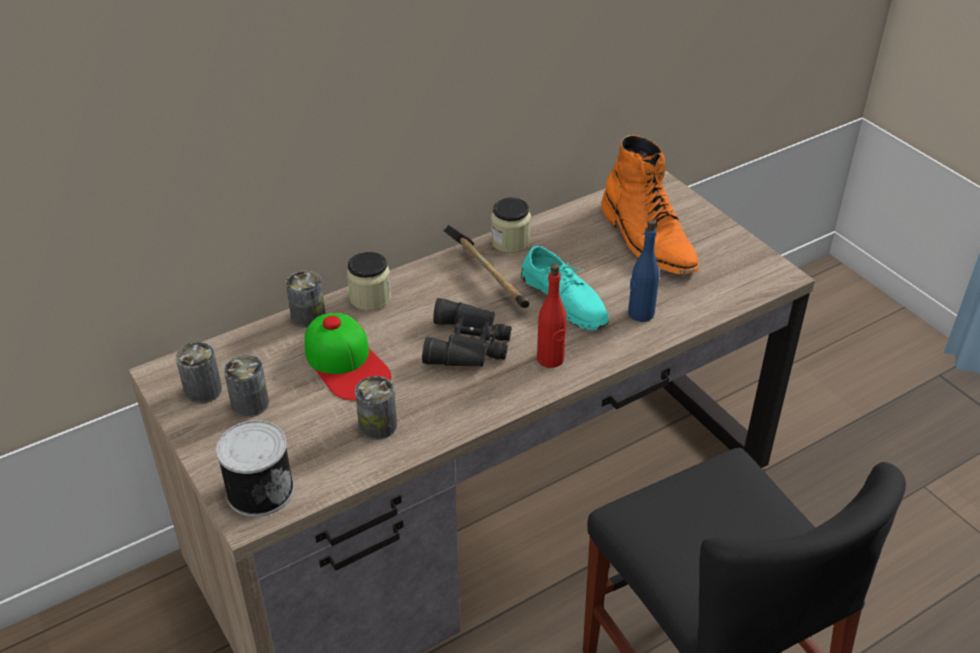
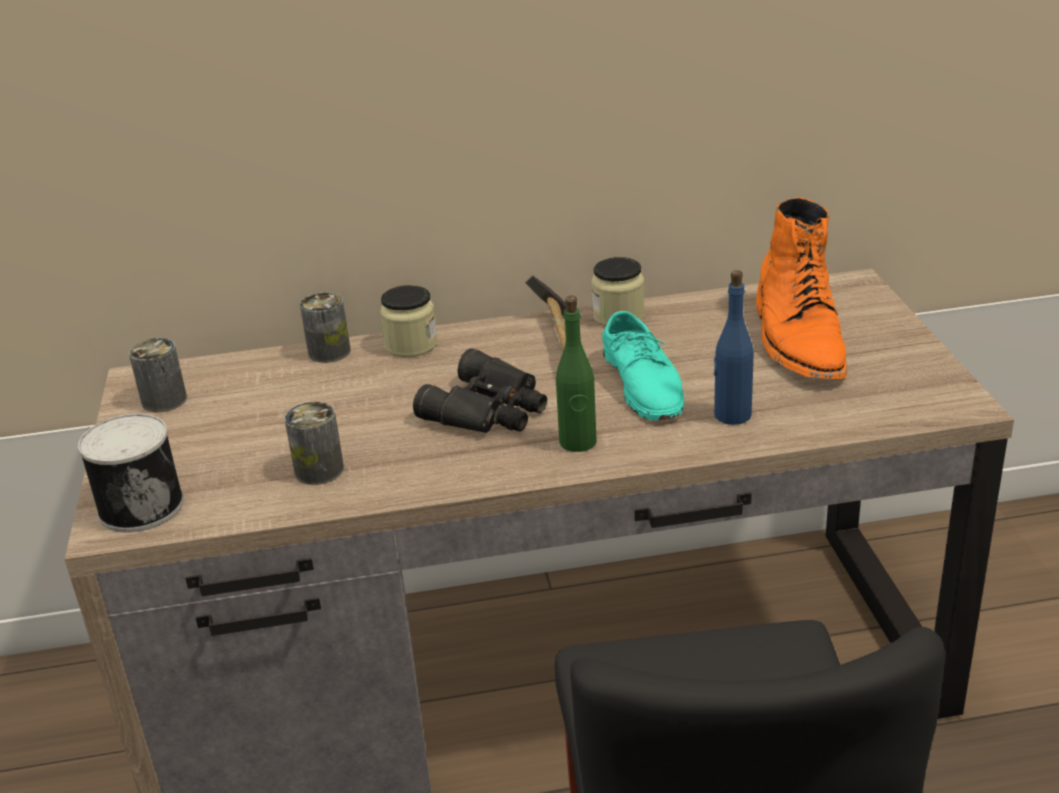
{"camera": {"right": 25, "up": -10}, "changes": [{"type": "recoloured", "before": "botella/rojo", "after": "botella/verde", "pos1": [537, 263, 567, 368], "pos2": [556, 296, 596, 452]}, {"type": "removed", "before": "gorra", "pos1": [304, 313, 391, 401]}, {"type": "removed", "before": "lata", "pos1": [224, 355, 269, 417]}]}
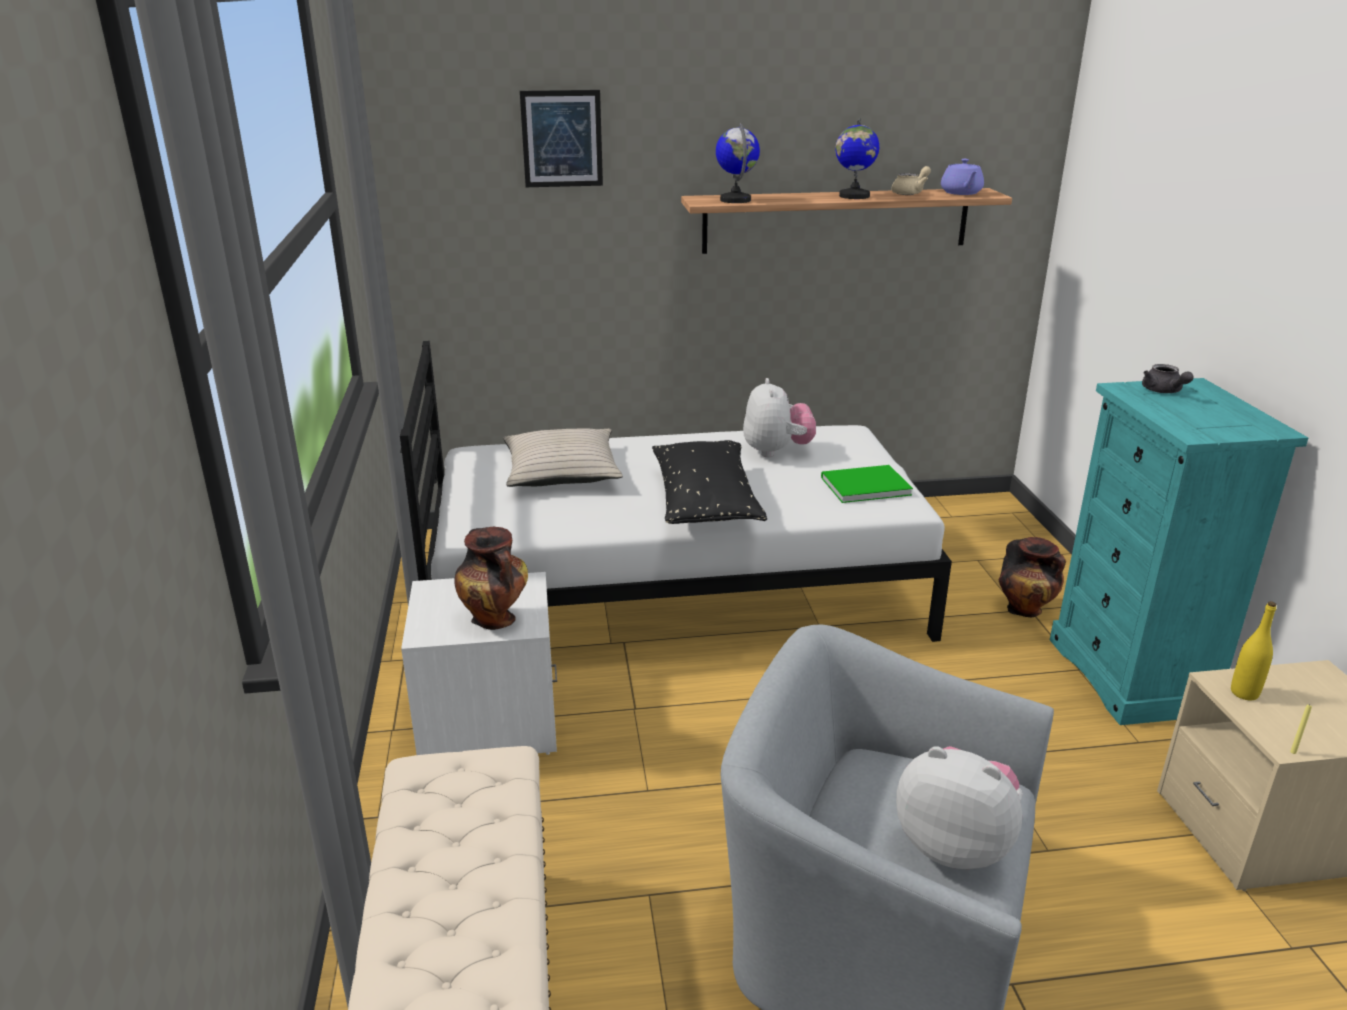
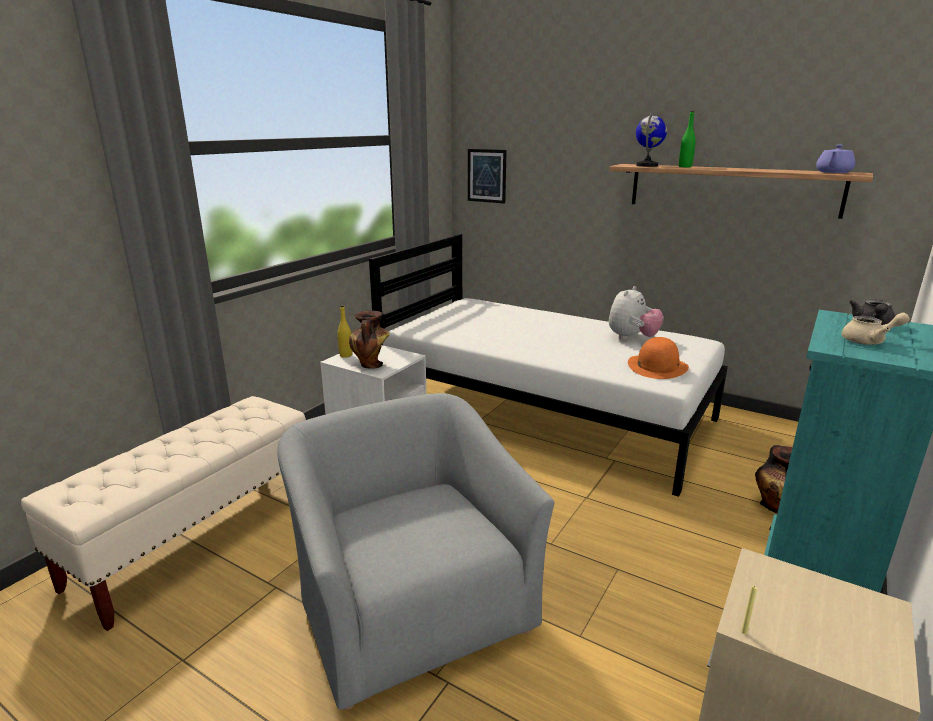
{"camera": {"right": 40, "up": -5}, "changes": [{"type": "moved", "before": "cuadro", "pos1": [520, 90, 603, 187], "pos2": [468, 149, 507, 204]}, {"type": "removed", "before": "globo terráqueo", "pos1": [835, 118, 879, 199]}, {"type": "moved", "before": "tetera/beis", "pos1": [891, 166, 931, 195], "pos2": [841, 313, 910, 345]}, {"type": "removed", "before": "cojín/beis", "pos1": [503, 429, 623, 487]}, {"type": "removed", "before": "cojín/negro", "pos1": [652, 440, 767, 524]}, {"type": "replaced", "before": "libro/verde", "after": "sombrero/naranja", "pos1": [821, 465, 913, 503], "pos2": [628, 337, 689, 379]}, {"type": "moved", "before": "botella/amarillo", "pos1": [1231, 601, 1276, 700], "pos2": [338, 305, 353, 358]}, {"type": "removed", "before": "peluche", "pos1": [896, 746, 1023, 870]}, {"type": "added", "after": "botella/verde", "pos2": [679, 111, 696, 167]}]}
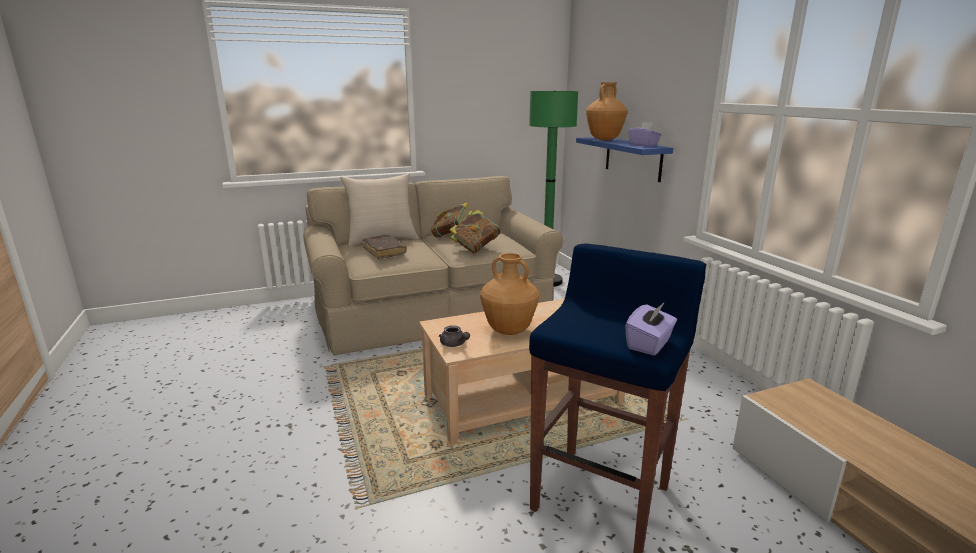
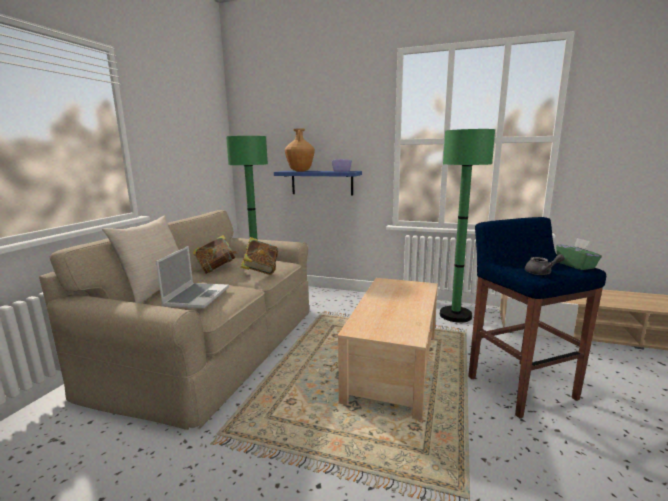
{"camera": {"right": -50, "up": -5}, "changes": [{"type": "replaced", "before": "libro/marrón", "after": "portátil", "pos1": [363, 235, 407, 259], "pos2": [156, 246, 229, 309]}, {"type": "removed", "before": "florero/marrón", "pos1": [480, 253, 539, 335]}, {"type": "recoloured", "before": "caja de pañuelos/morado", "after": "caja de pañuelos/verde", "pos1": [625, 302, 677, 356], "pos2": [556, 238, 602, 270]}, {"type": "moved", "before": "tetera/gris", "pos1": [439, 325, 470, 347], "pos2": [525, 254, 565, 275]}, {"type": "added", "after": "lámpara de pie/verde", "pos2": [440, 129, 495, 323]}]}
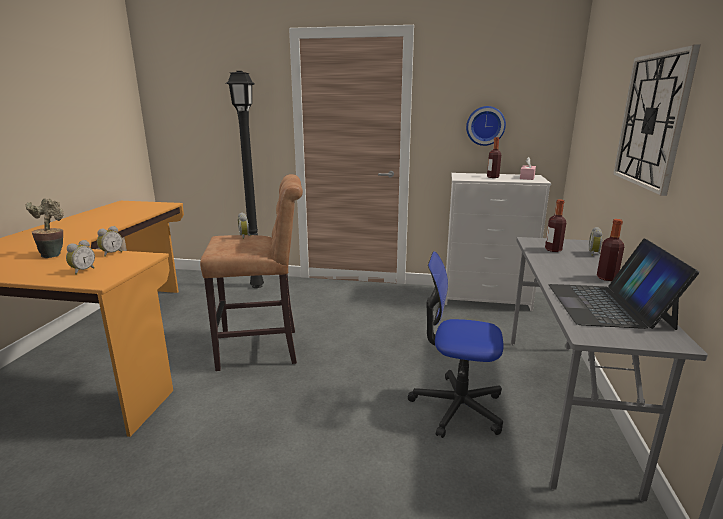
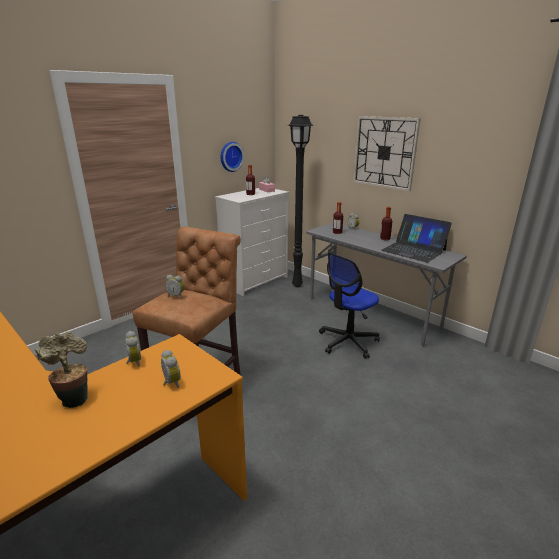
{"camera": {"right": -55, "up": 5}, "changes": [{"type": "moved", "before": "lámpara de pie/negro", "pos1": [226, 71, 264, 288], "pos2": [288, 115, 313, 287]}]}
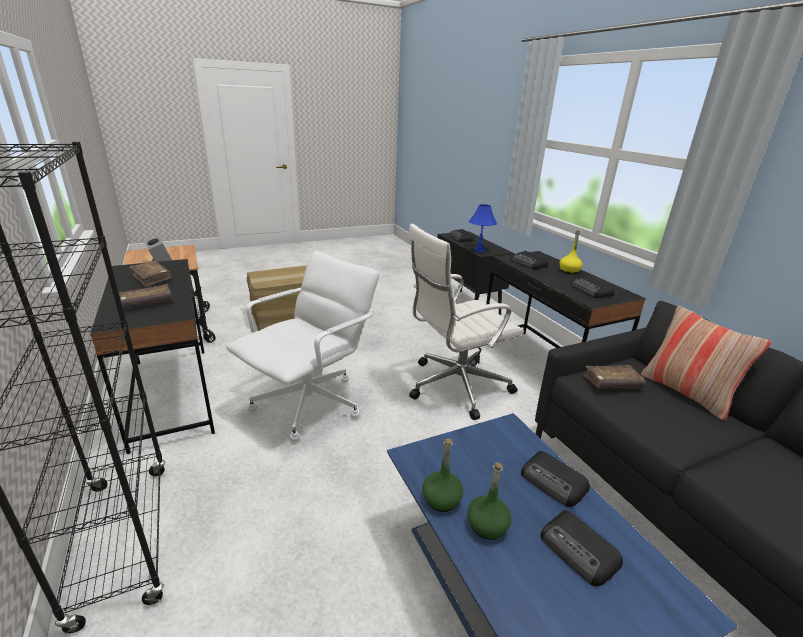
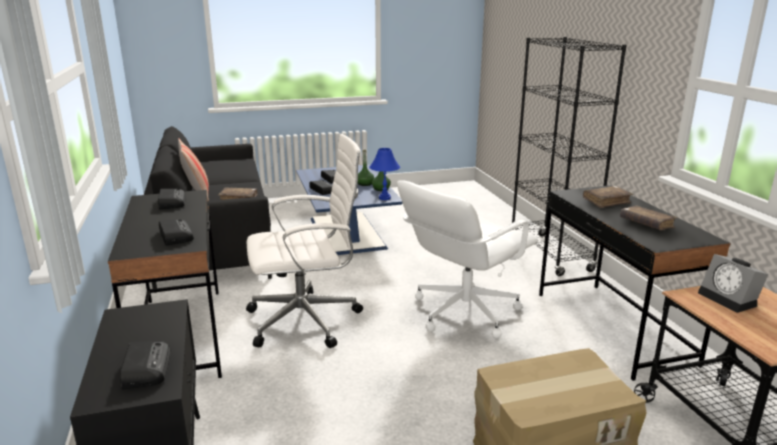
{"camera": {"right": -170, "up": -5}, "changes": [{"type": "moved", "before": "lámpara de mesa/azul", "pos1": [469, 204, 497, 253], "pos2": [369, 148, 400, 200]}, {"type": "removed", "before": "botella/amarillo", "pos1": [559, 230, 583, 274]}]}
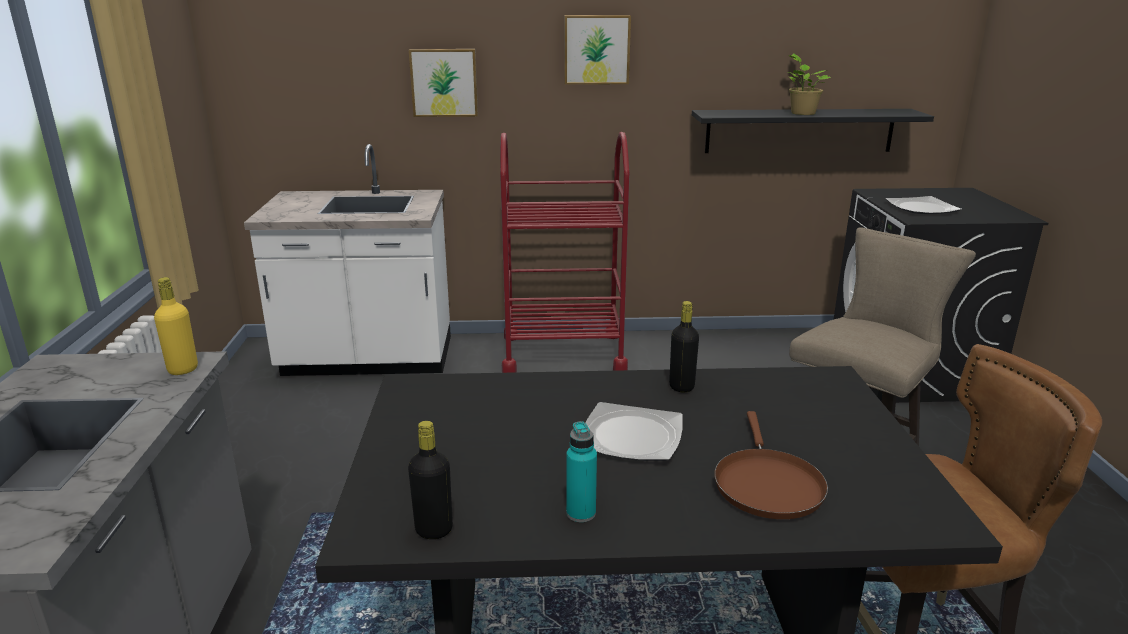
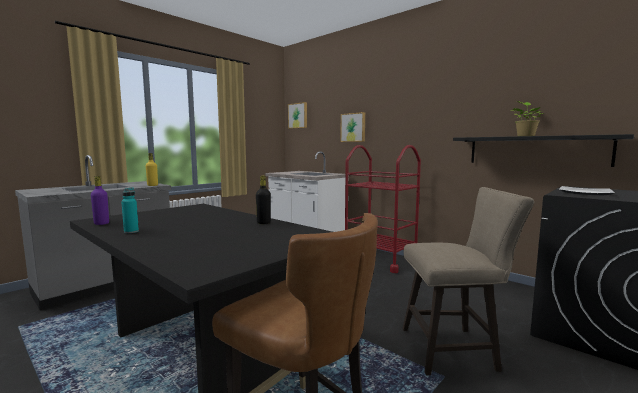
{"camera": {"right": 45, "up": -15}, "changes": [{"type": "moved", "before": "cuadro", "pos1": [564, 15, 631, 85], "pos2": [288, 102, 307, 129]}, {"type": "removed", "before": "plato", "pos1": [585, 402, 682, 461]}, {"type": "removed", "before": "sartén/marrón", "pos1": [714, 411, 828, 519]}, {"type": "recoloured", "before": "botella/negro", "after": "botella/morado", "pos1": [408, 421, 453, 539], "pos2": [91, 176, 109, 225]}]}
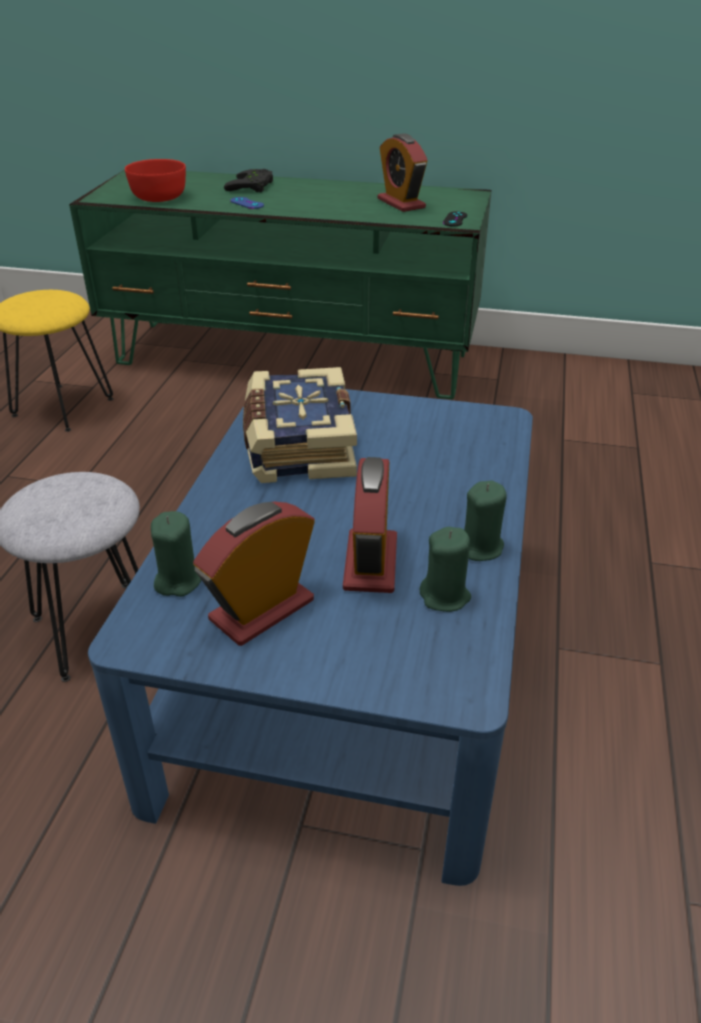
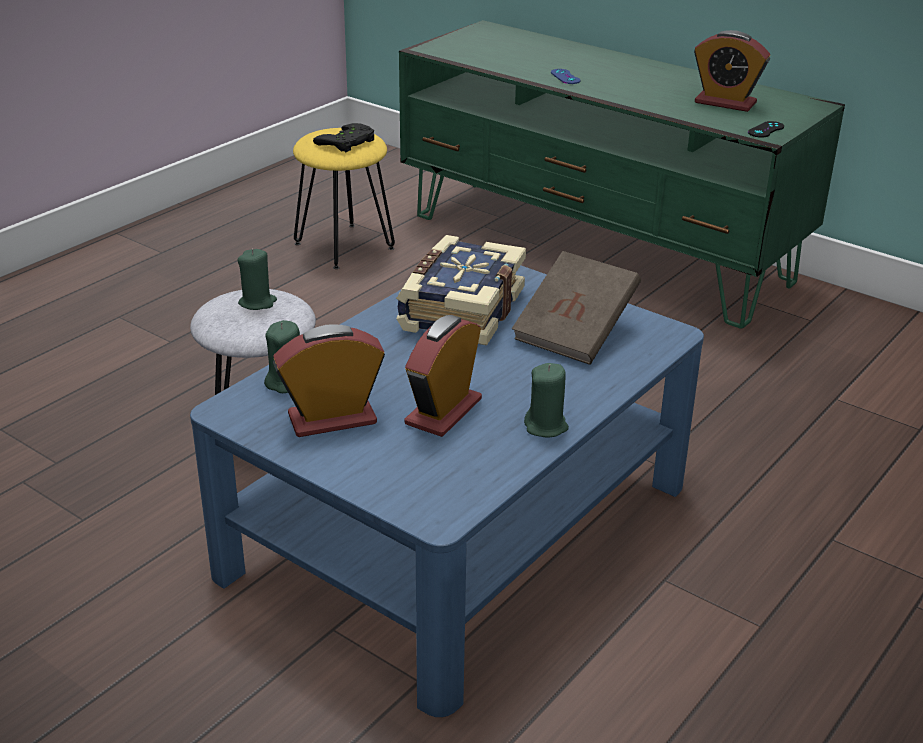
{"camera": {"right": 25, "up": -5}, "changes": [{"type": "turned", "before": "despertador", "pos1": [377, 133, 428, 212], "pos2": [694, 30, 770, 112], "turn": -60}, {"type": "removed", "before": "cuenco/rojo", "pos1": [125, 159, 186, 202]}, {"type": "moved", "before": "mando de consola/negro", "pos1": [224, 169, 273, 192], "pos2": [313, 123, 374, 152]}, {"type": "moved", "before": "vela/verde", "pos1": [420, 527, 471, 612], "pos2": [237, 249, 277, 310]}, {"type": "added", "after": "libro/marrón", "pos2": [512, 251, 641, 365]}]}
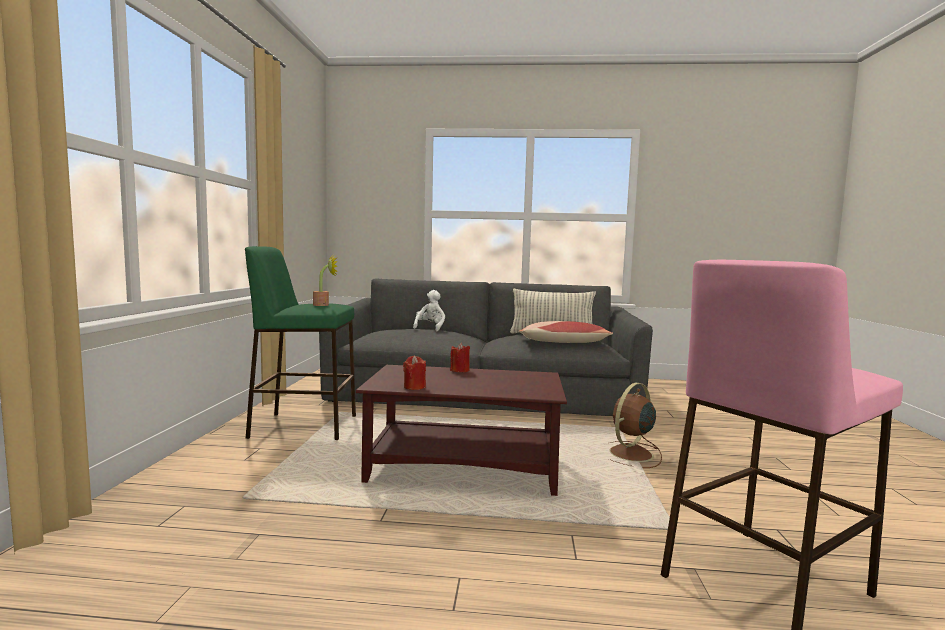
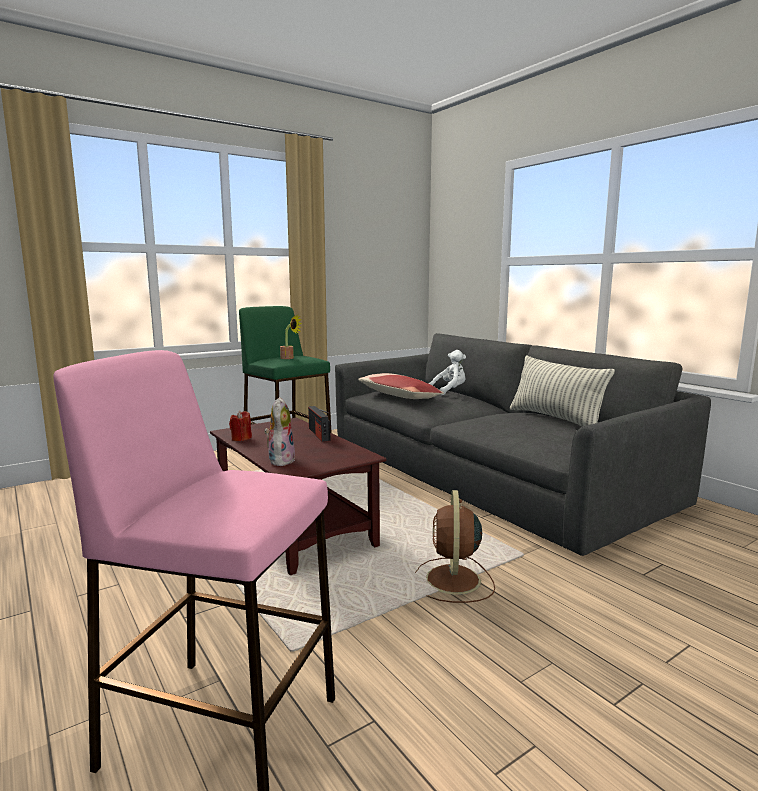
{"camera": {"right": 50, "up": 5}, "changes": [{"type": "moved", "before": "cojín", "pos1": [519, 321, 613, 343], "pos2": [358, 373, 444, 399]}, {"type": "replaced", "before": "vela/rojo", "after": "radio", "pos1": [450, 343, 470, 372], "pos2": [308, 406, 330, 442]}, {"type": "turned", "before": "ventilador/marrón", "pos1": [609, 383, 662, 468], "pos2": [415, 490, 495, 603], "turn": -90}, {"type": "added", "after": "peluche", "pos2": [264, 397, 295, 466]}]}
